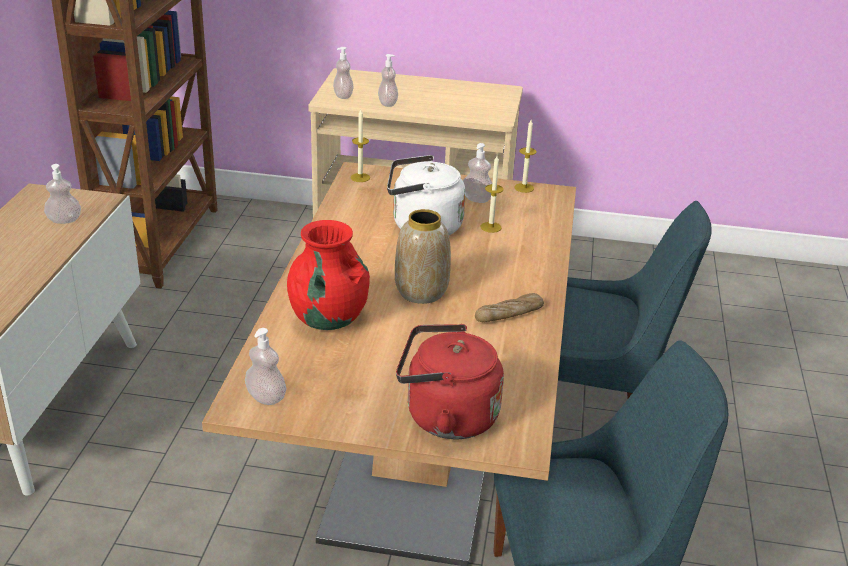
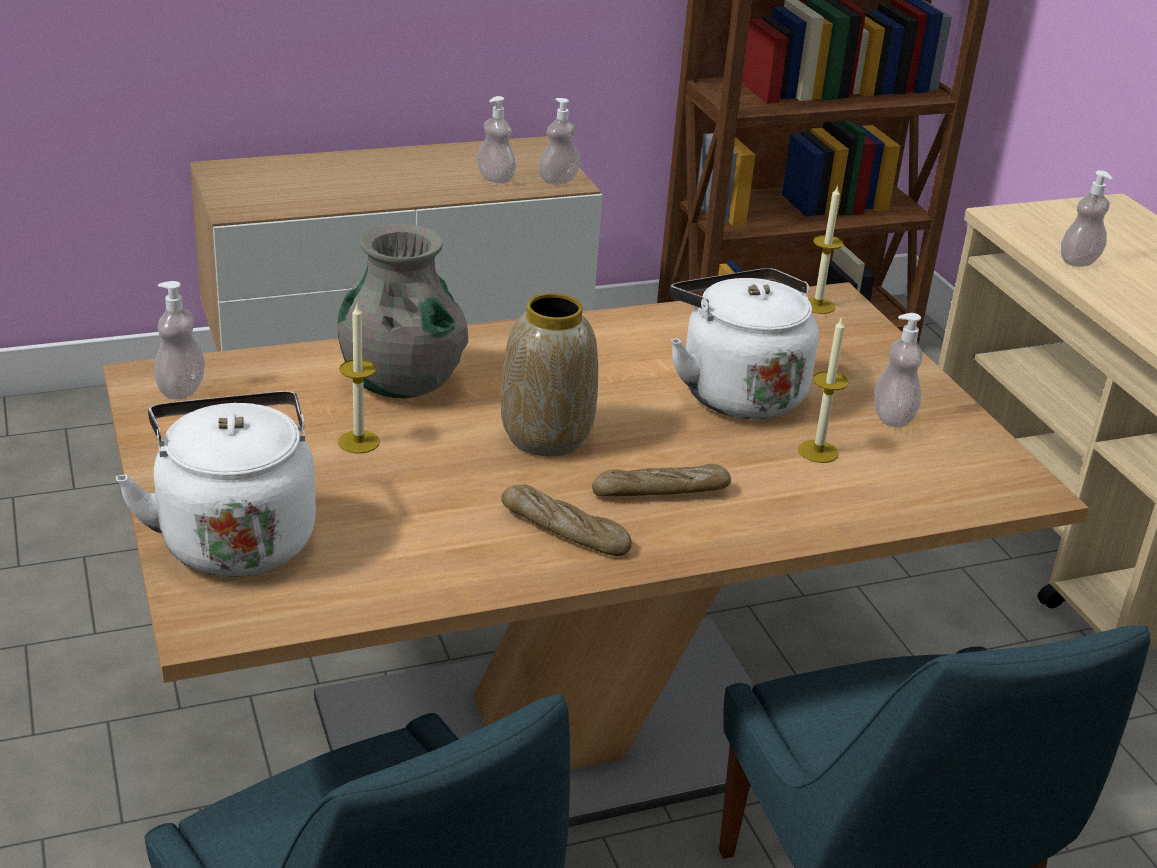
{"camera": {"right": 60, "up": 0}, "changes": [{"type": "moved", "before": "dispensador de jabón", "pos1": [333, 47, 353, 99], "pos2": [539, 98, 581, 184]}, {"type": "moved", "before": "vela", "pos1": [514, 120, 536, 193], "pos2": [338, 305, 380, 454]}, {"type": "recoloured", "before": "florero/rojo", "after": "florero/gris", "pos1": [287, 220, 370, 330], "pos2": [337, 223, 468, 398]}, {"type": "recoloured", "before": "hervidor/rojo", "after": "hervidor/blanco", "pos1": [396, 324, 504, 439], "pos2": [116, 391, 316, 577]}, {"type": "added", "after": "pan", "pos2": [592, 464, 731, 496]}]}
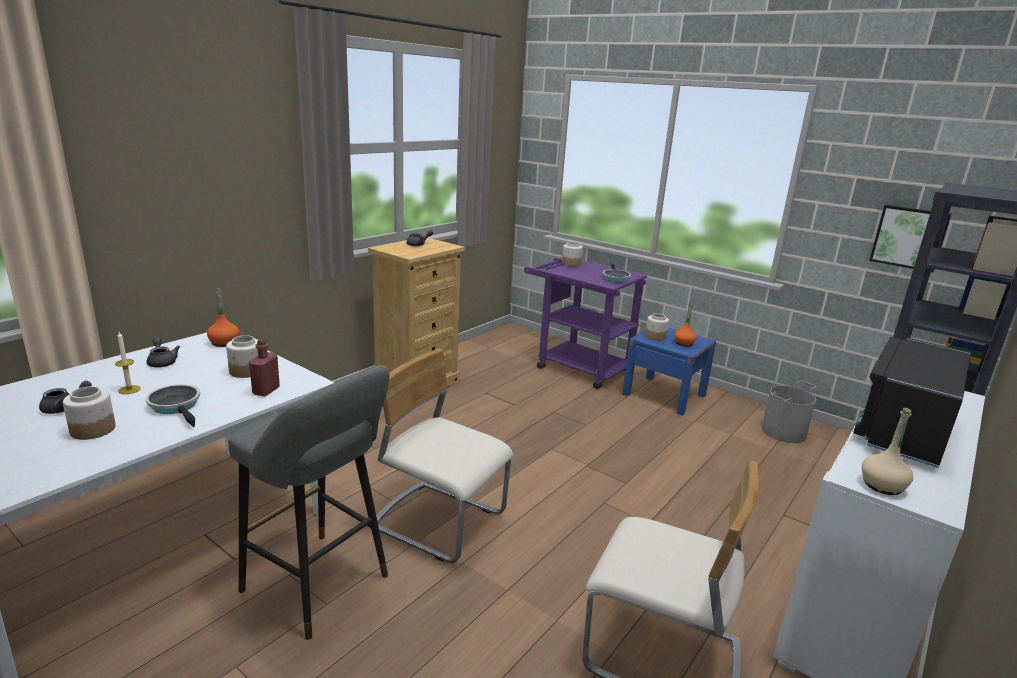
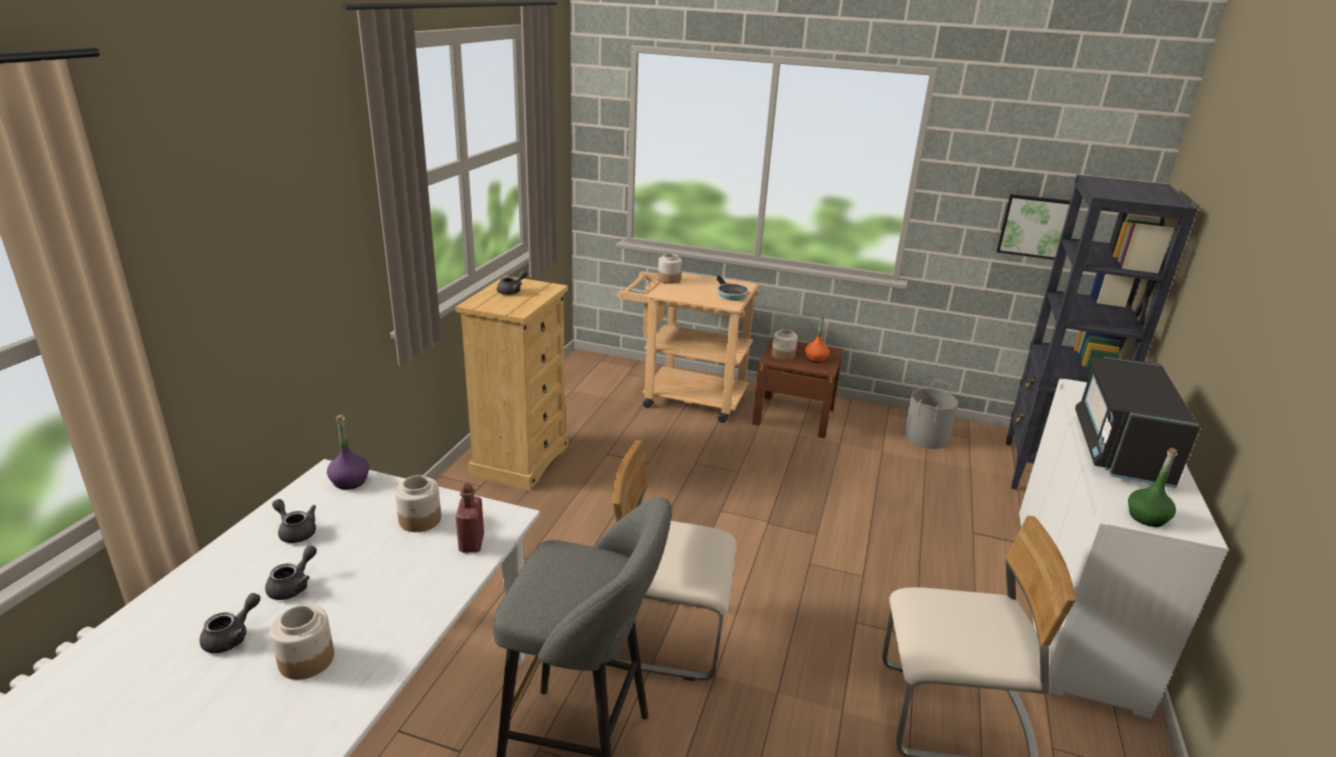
{"camera": {"right": -20, "up": 5}, "changes": [{"type": "recoloured", "before": "carrito/morado", "after": "carrito/beis", "pos1": [524, 258, 647, 389], "pos2": [617, 271, 759, 423]}, {"type": "recoloured", "before": "botella/naranja", "after": "botella/morado", "pos1": [207, 288, 239, 347], "pos2": [327, 415, 369, 490]}, {"type": "recoloured", "before": "mesita de noche/azul", "after": "mesita de noche/marrón", "pos1": [622, 327, 716, 415], "pos2": [752, 337, 843, 438]}, {"type": "replaced", "before": "vela", "after": "tetera/gris", "pos1": [115, 332, 141, 394], "pos2": [265, 545, 317, 600]}, {"type": "removed", "before": "sartén", "pos1": [146, 384, 200, 427]}, {"type": "recoloured", "before": "botella/beis", "after": "botella/verde", "pos1": [862, 408, 913, 495], "pos2": [1128, 448, 1177, 527]}]}
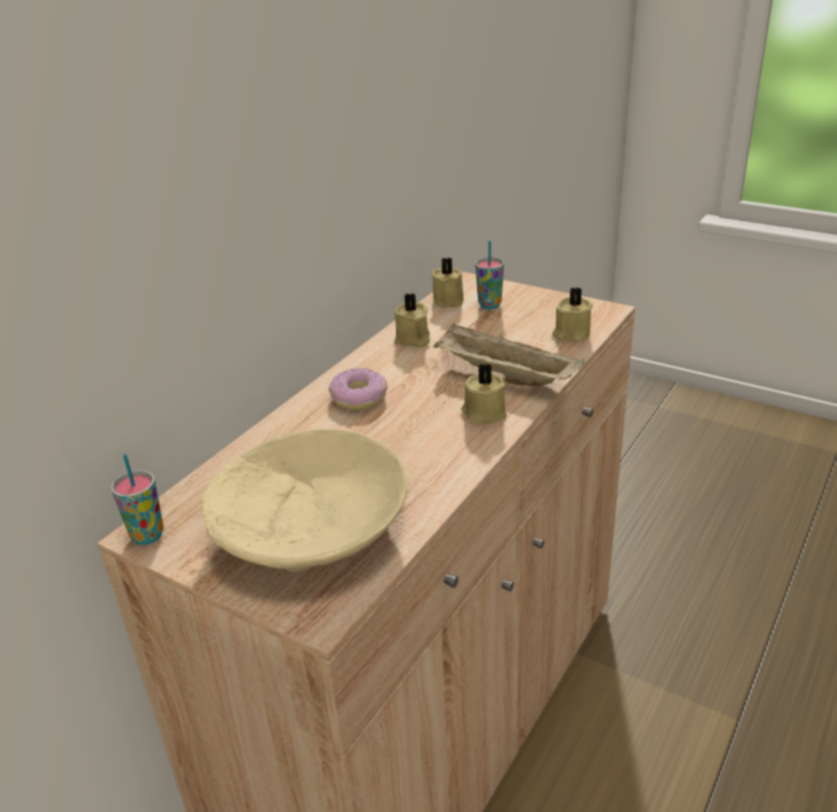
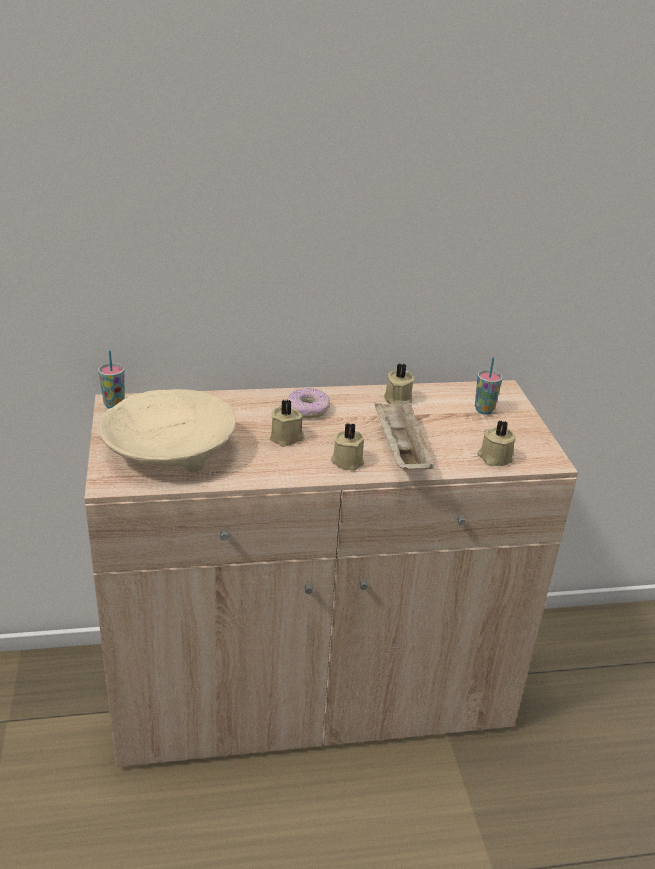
{"camera": {"right": 45, "up": 0}, "changes": [{"type": "moved", "before": "vela/beis", "pos1": [431, 258, 464, 308], "pos2": [270, 399, 304, 447]}]}
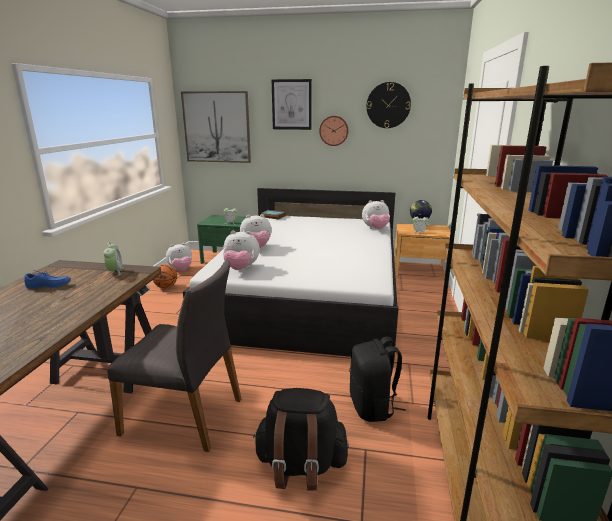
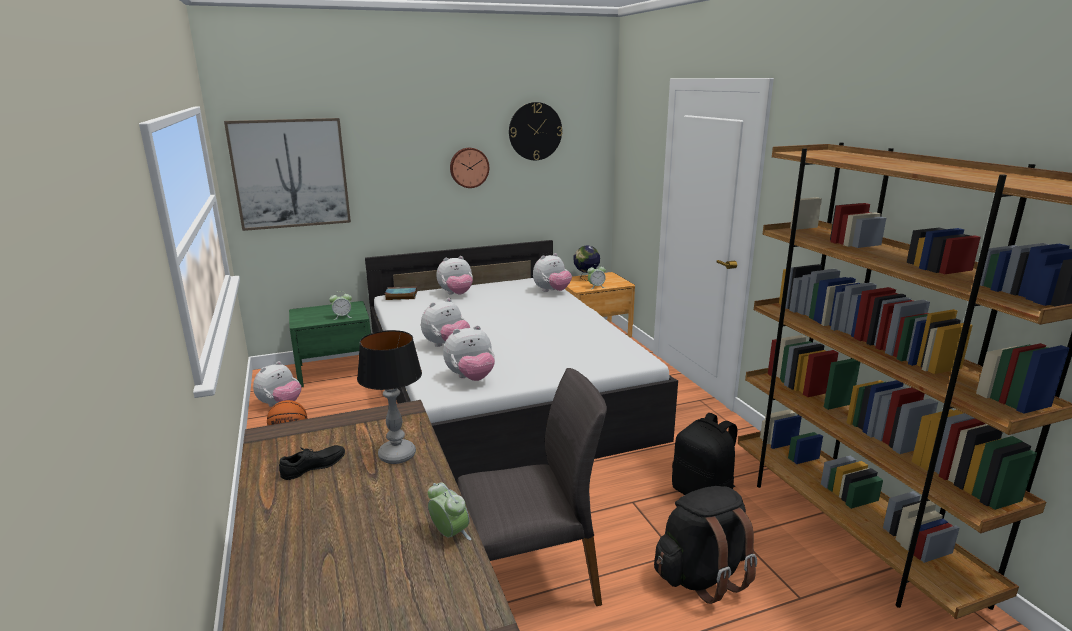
{"camera": {"right": -30, "up": 0}, "changes": [{"type": "removed", "before": "cuadro", "pos1": [272, 79, 312, 130]}, {"type": "moved", "before": "despertador", "pos1": [103, 242, 124, 276], "pos2": [428, 483, 471, 540]}, {"type": "recoloured", "before": "zapato/azul", "after": "zapato/negro", "pos1": [24, 270, 71, 289], "pos2": [279, 445, 345, 480]}, {"type": "added", "after": "peluche", "pos2": [436, 256, 473, 294]}, {"type": "added", "after": "lámpara de mesa", "pos2": [357, 330, 422, 464]}]}
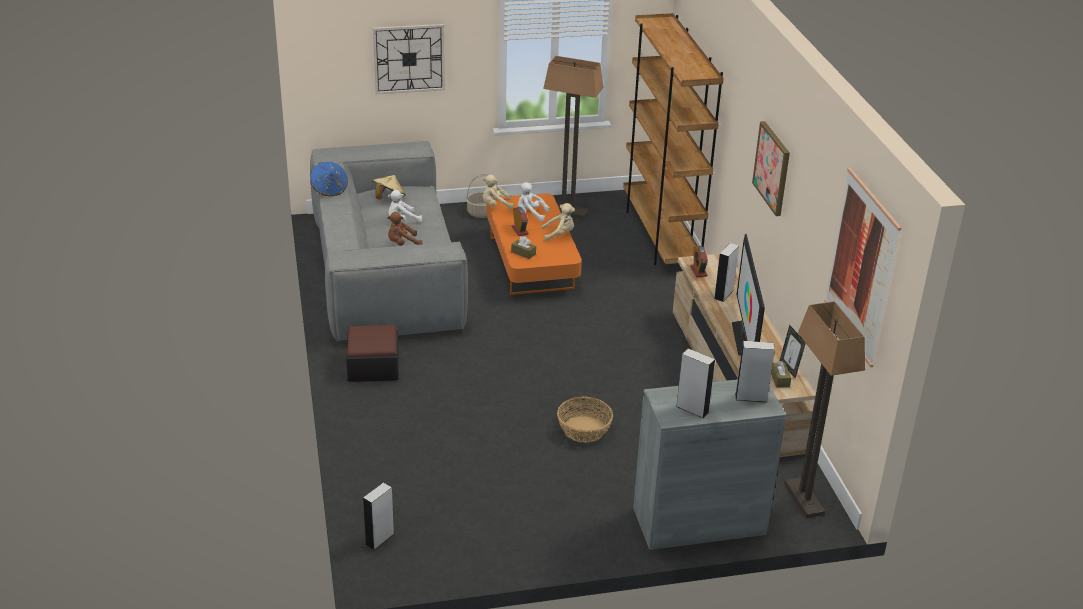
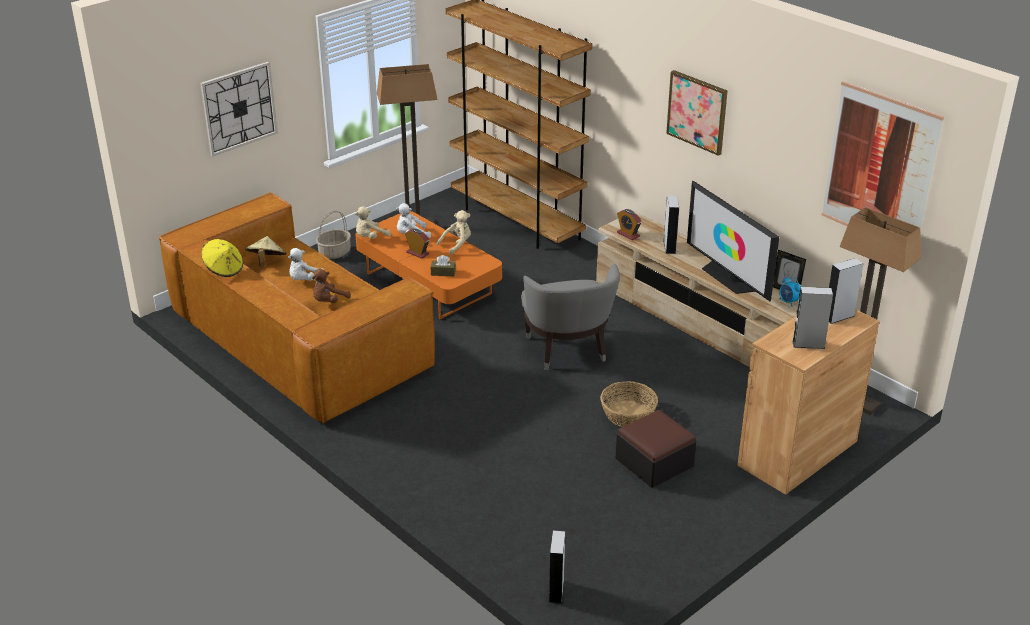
{"camera": {"right": -30, "up": 0}, "changes": [{"type": "recoloured", "before": "sofá/gris", "after": "sofá/marrón", "pos1": [310, 141, 468, 341], "pos2": [159, 192, 435, 424]}, {"type": "recoloured", "before": "sombrero/azul", "after": "sombrero/amarillo", "pos1": [310, 162, 348, 196], "pos2": [201, 239, 243, 277]}, {"type": "moved", "before": "puf", "pos1": [346, 325, 399, 382], "pos2": [616, 410, 696, 488]}, {"type": "replaced", "before": "caja de pañuelos/marrón", "after": "despertador", "pos1": [771, 361, 791, 388], "pos2": [779, 277, 802, 307]}, {"type": "recoloured", "before": "armario/gris", "after": "armario/marrón", "pos1": [633, 379, 786, 550], "pos2": [737, 310, 879, 495]}, {"type": "added", "after": "sillón/gris", "pos2": [521, 264, 620, 370]}]}
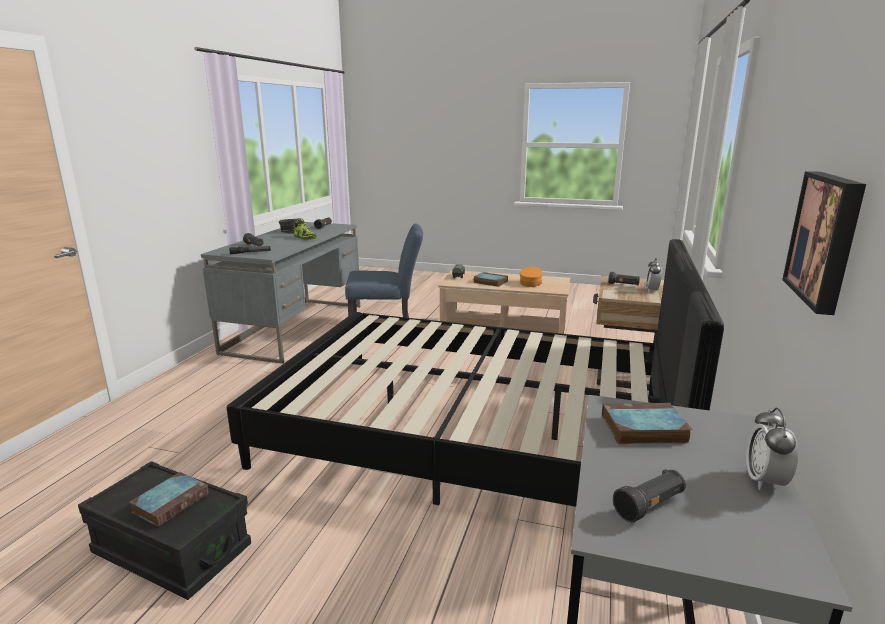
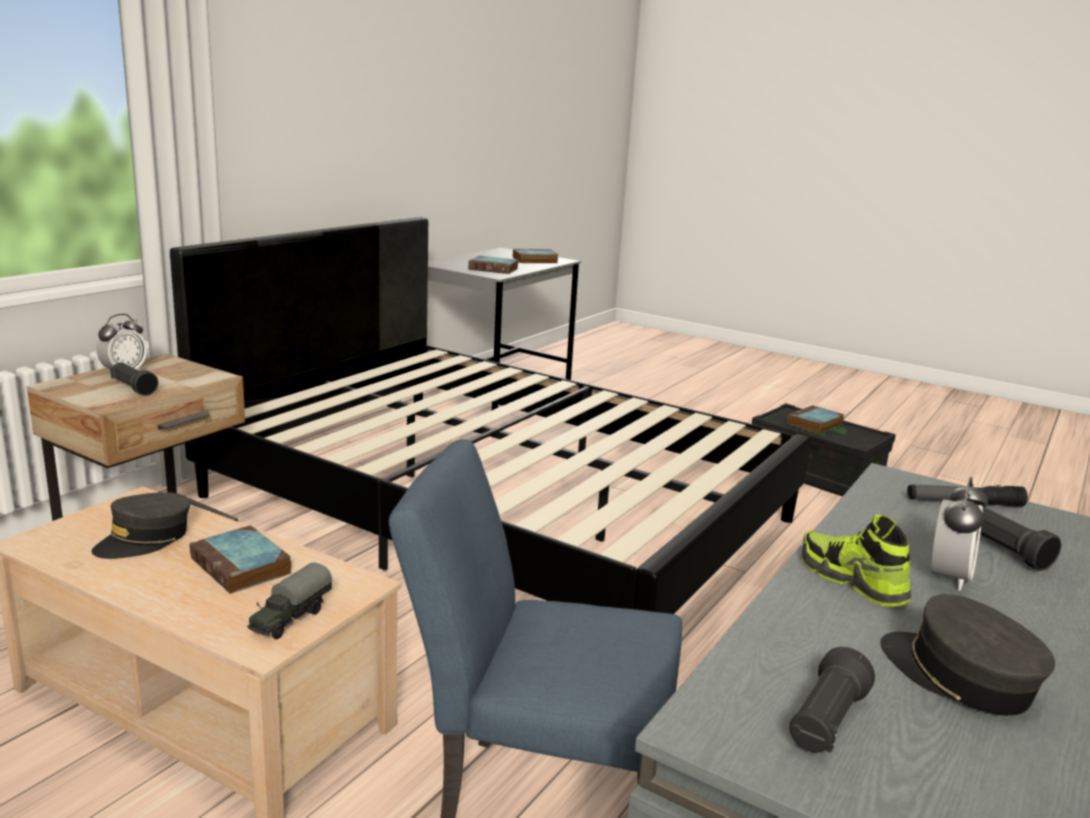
{"camera": {"right": -165, "up": 0}, "changes": [{"type": "removed", "before": "cuadro", "pos1": [782, 171, 866, 315]}, {"type": "recoloured", "before": "gorra/naranja", "after": "gorra/gris", "pos1": [520, 267, 542, 287], "pos2": [91, 492, 190, 559]}, {"type": "moved", "before": "despertador", "pos1": [746, 408, 798, 490], "pos2": [931, 477, 988, 591]}, {"type": "replaced", "before": "linterna/negro", "after": "libro", "pos1": [613, 469, 686, 522], "pos2": [513, 249, 559, 263]}]}
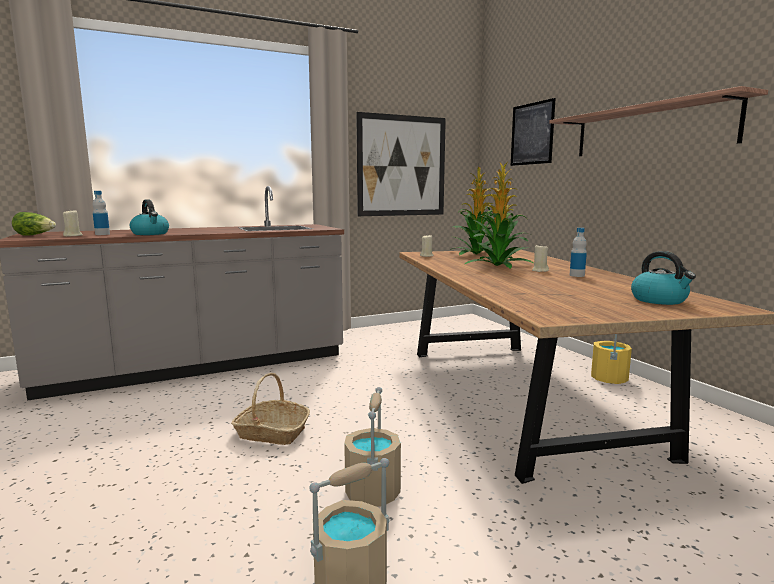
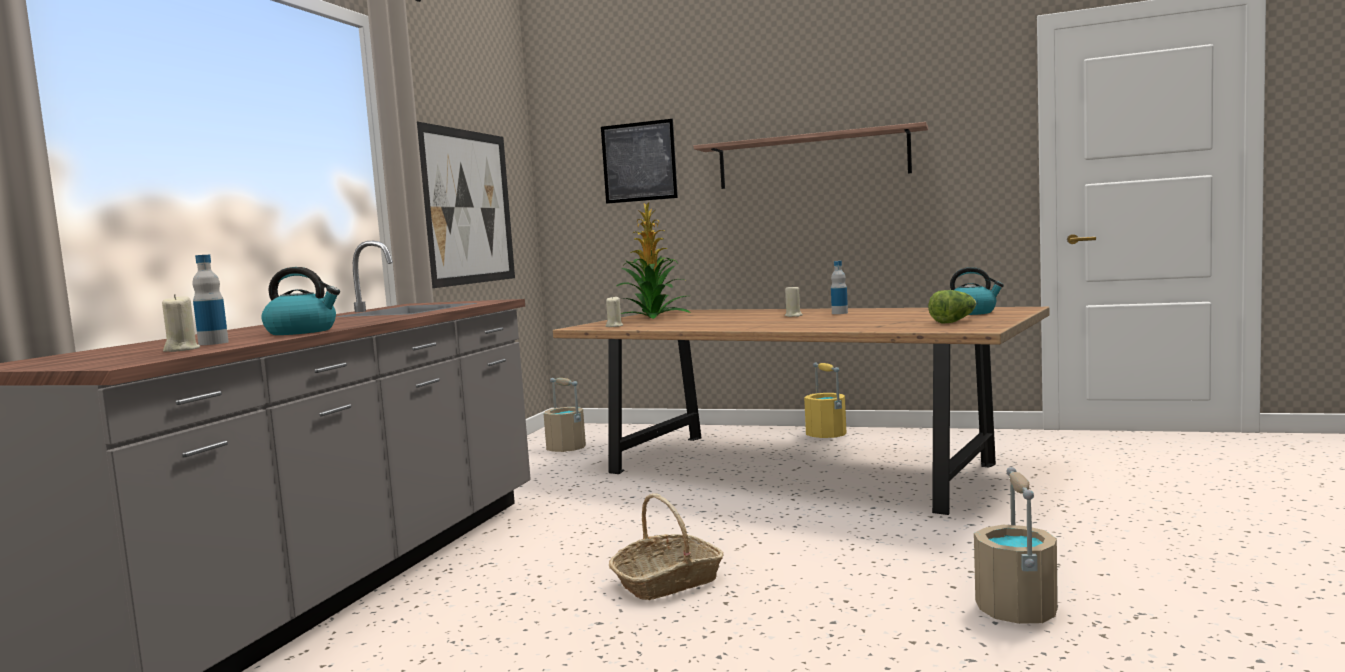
{"camera": {"right": -45, "up": -5}, "changes": [{"type": "removed", "before": "planta en maceta", "pos1": [465, 162, 534, 269]}, {"type": "moved", "before": "lechuga", "pos1": [12, 212, 56, 235], "pos2": [928, 290, 976, 323]}, {"type": "moved", "before": "cubo/beis", "pos1": [344, 387, 401, 506], "pos2": [543, 378, 586, 452]}]}
